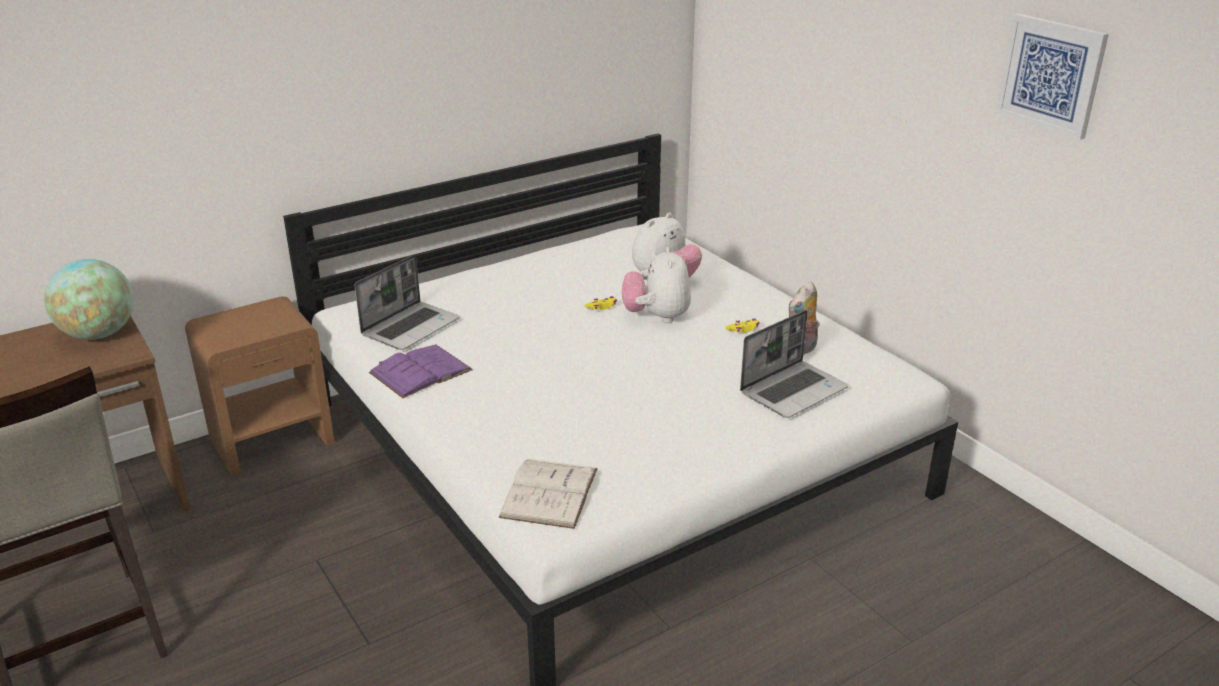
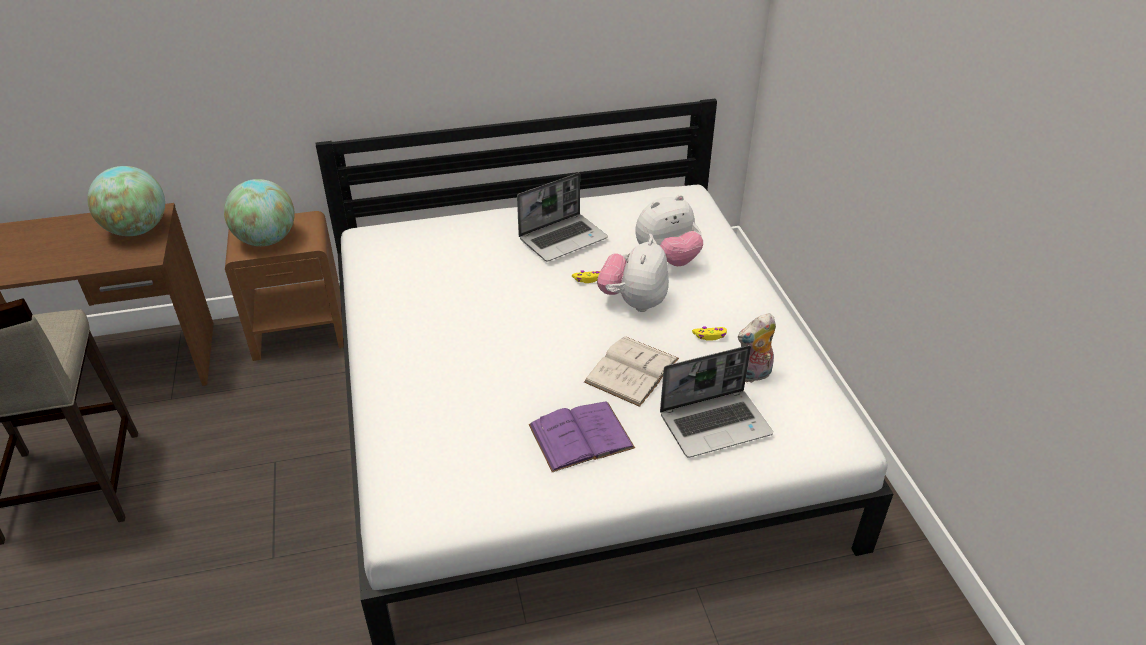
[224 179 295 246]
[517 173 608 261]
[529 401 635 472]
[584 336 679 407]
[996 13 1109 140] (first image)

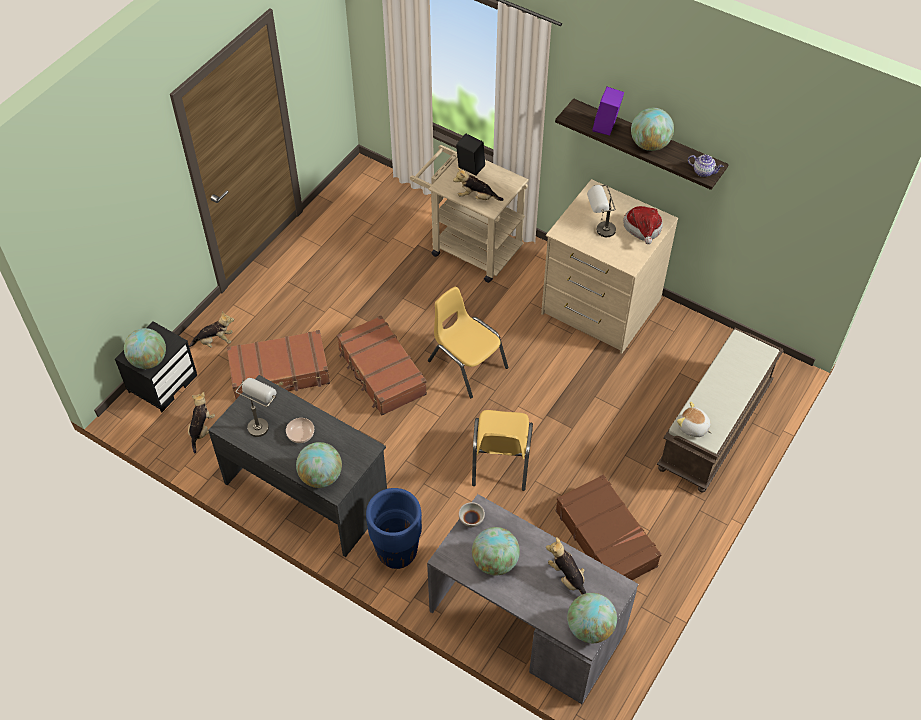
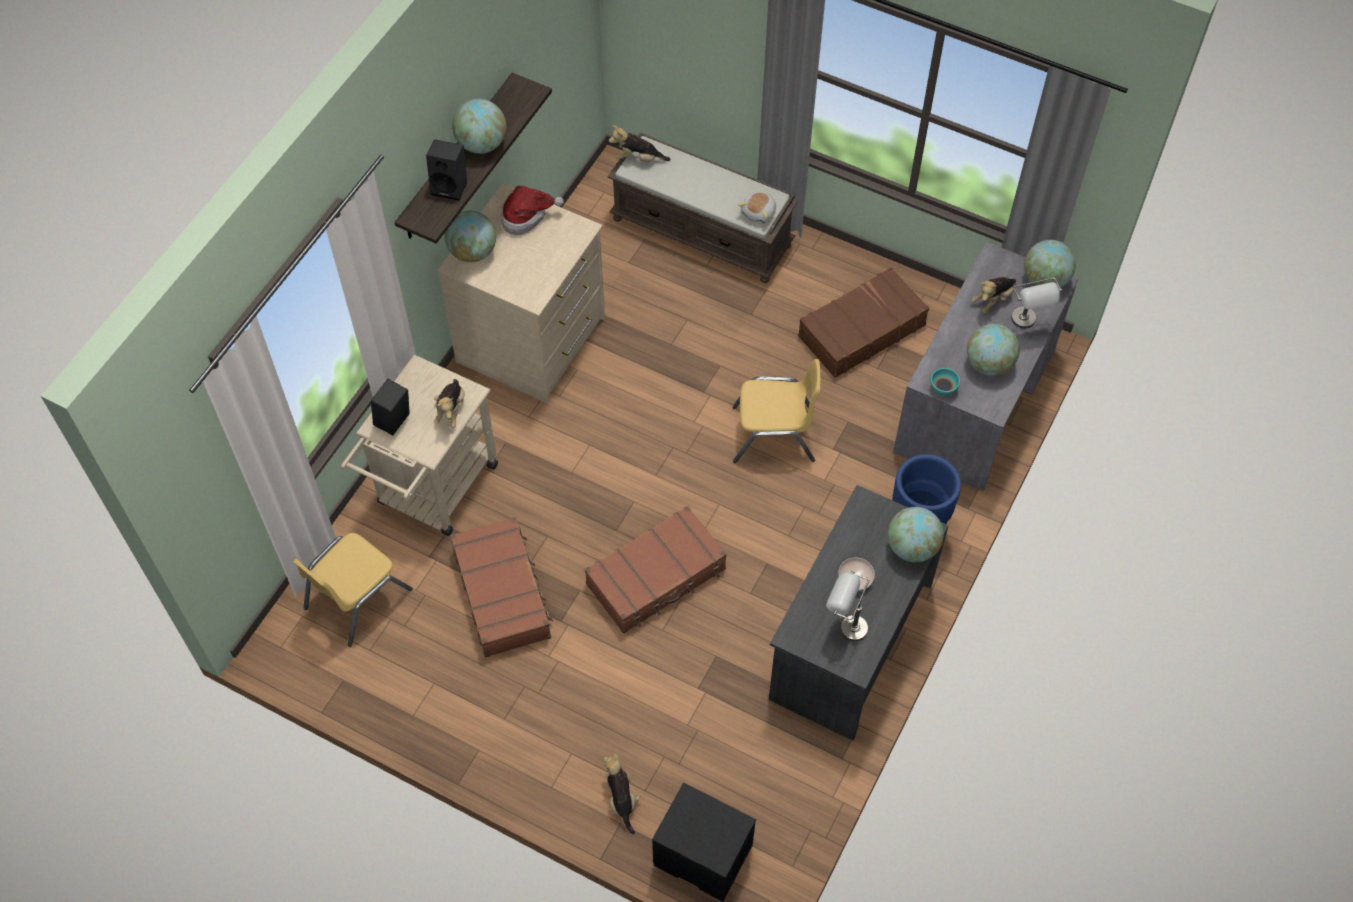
[293 533 413 647]
[426 139 467 201]
[445 211 496 262]
[450 517 553 657]
[609 125 671 162]
[930 368 960 396]
[1011 278 1062 328]
[688 155 723 177] (first image)

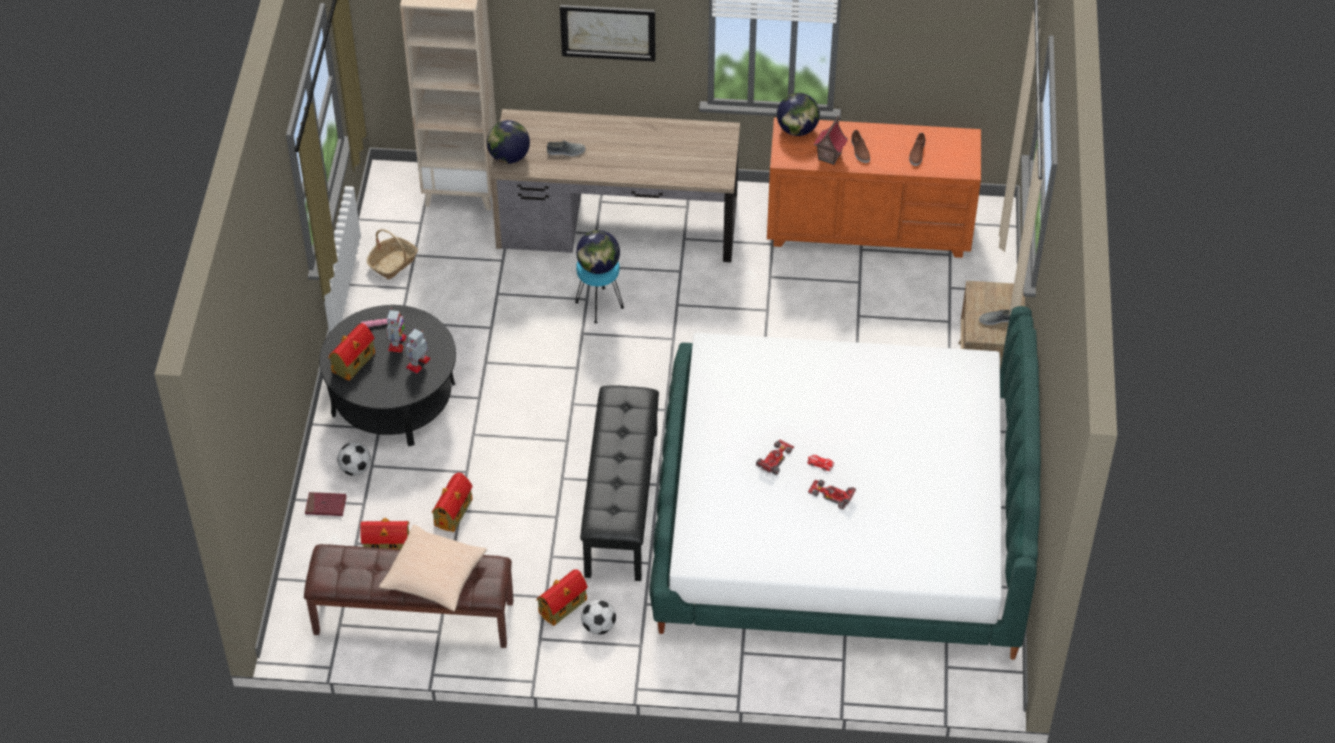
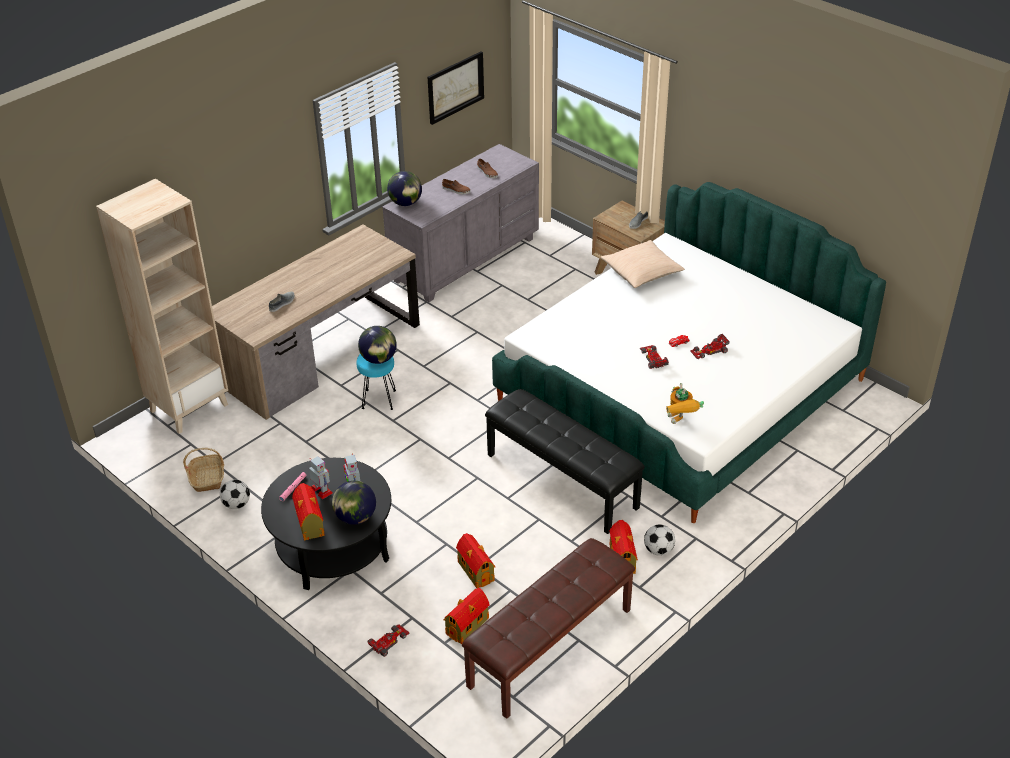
[220 480 250 509]
[332 481 376 525]
[367 624 410 657]
[382 144 539 302]
[428 51 484 125]
[601 240 685 288]
[666 383 704 424]
[814 115 848 165] (first image)

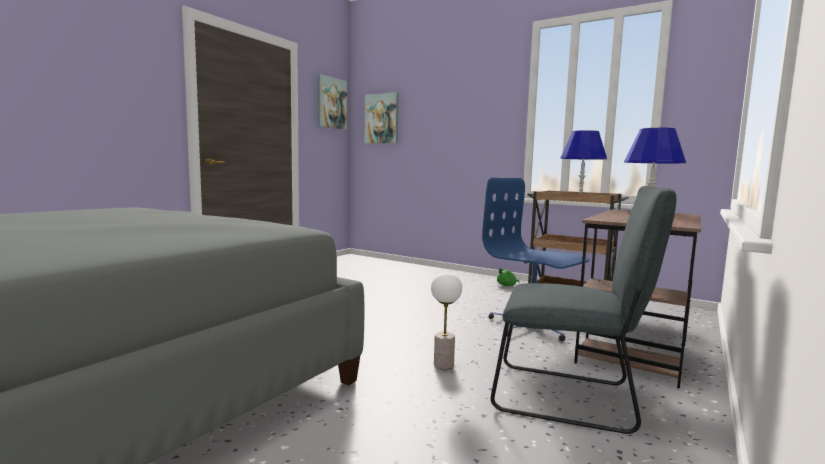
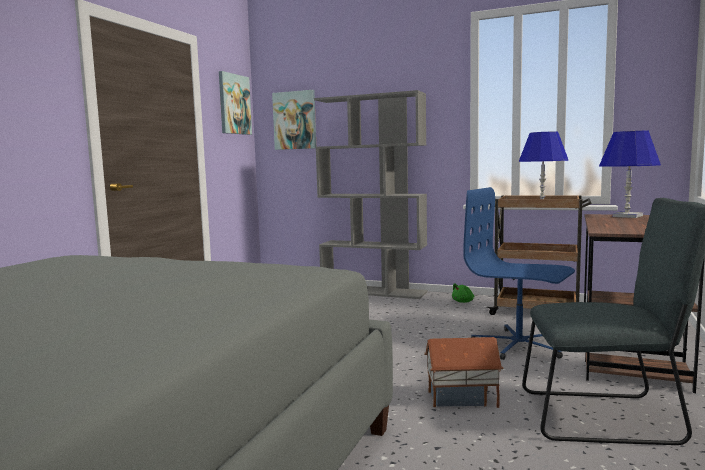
[314 90 428 299]
[424 337 503 408]

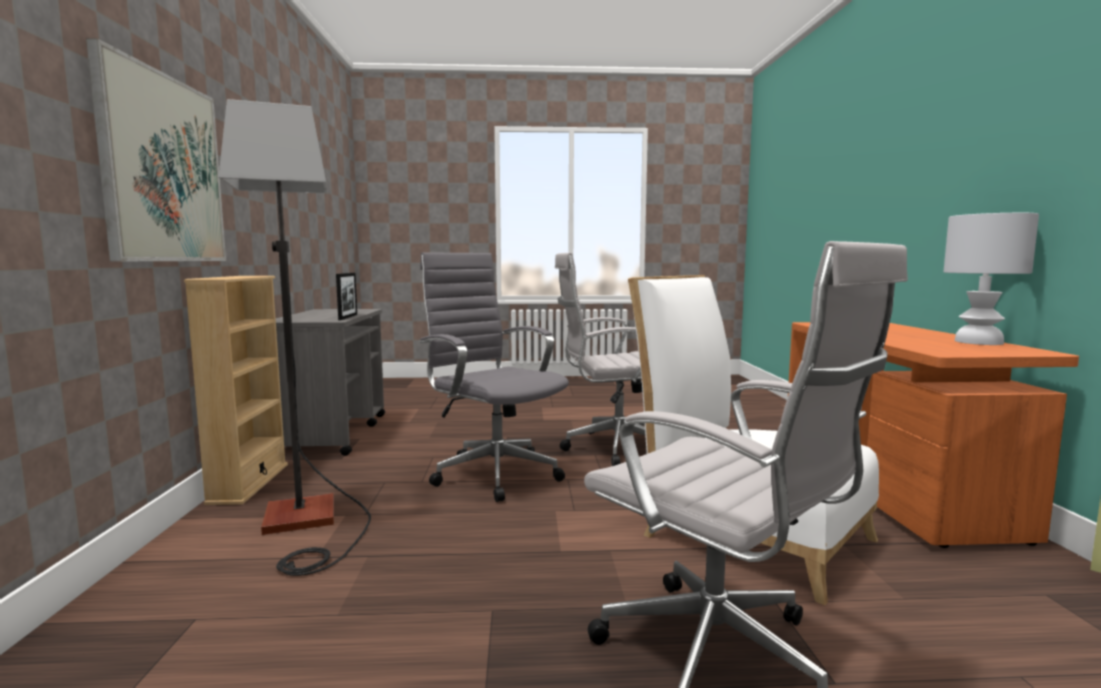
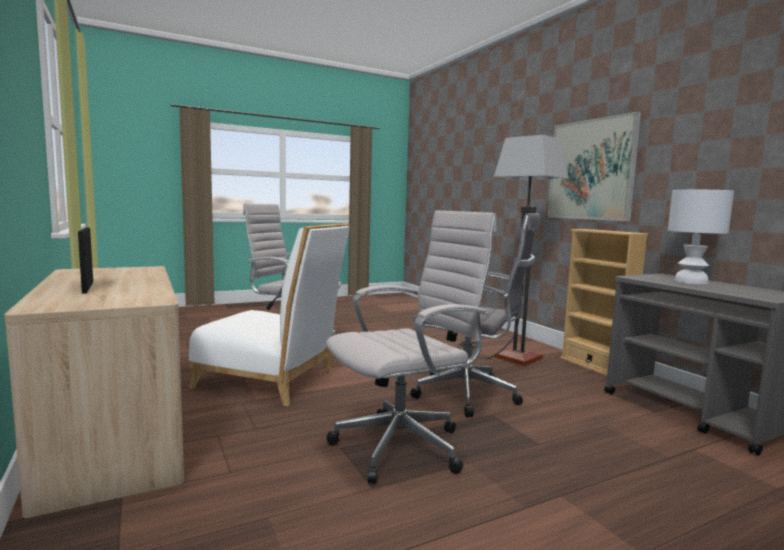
[5 266 184 518]
[78 228 93 294]
[668 190 734 284]

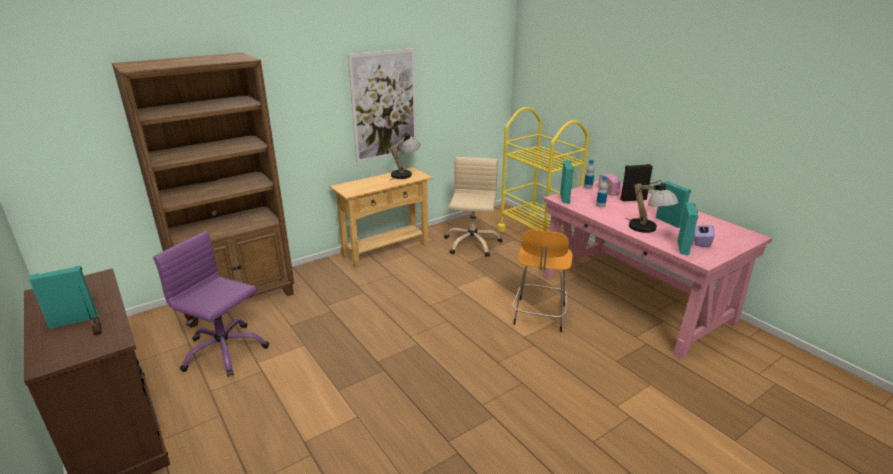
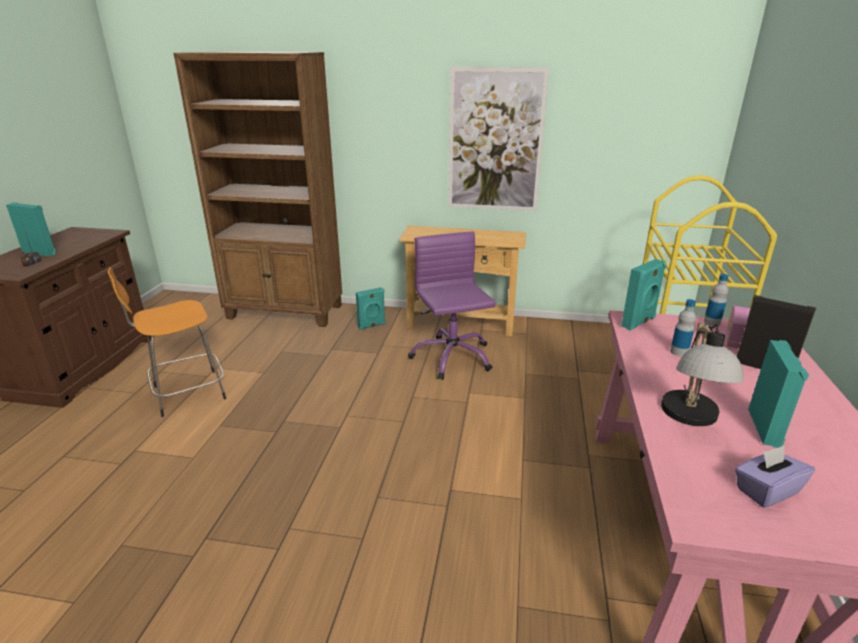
[108 267 226 417]
[356 287 385 330]
[408 232 496 380]
[389 133 420 181] (first image)
[444 157 503 257] (first image)

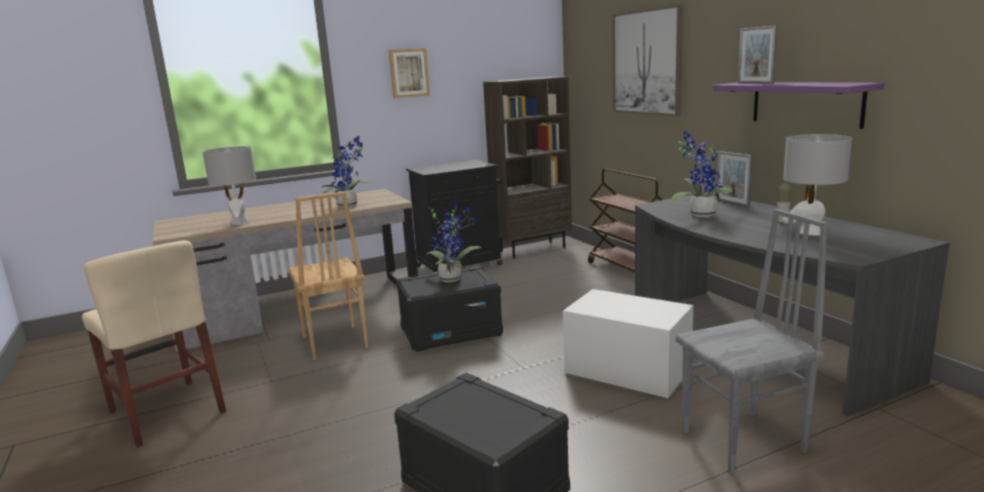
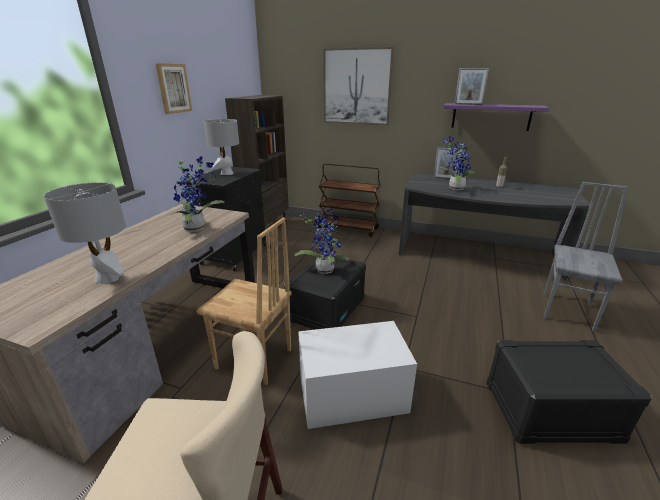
[204 119 239 175]
[298 321 417 429]

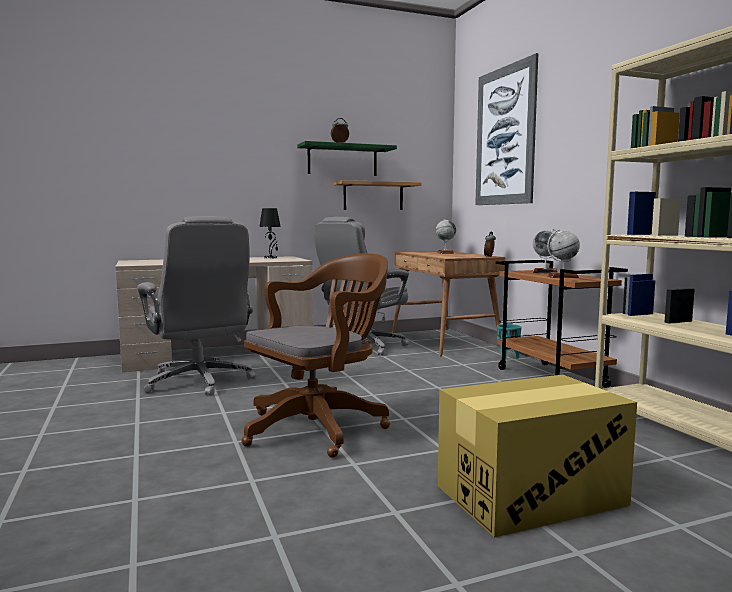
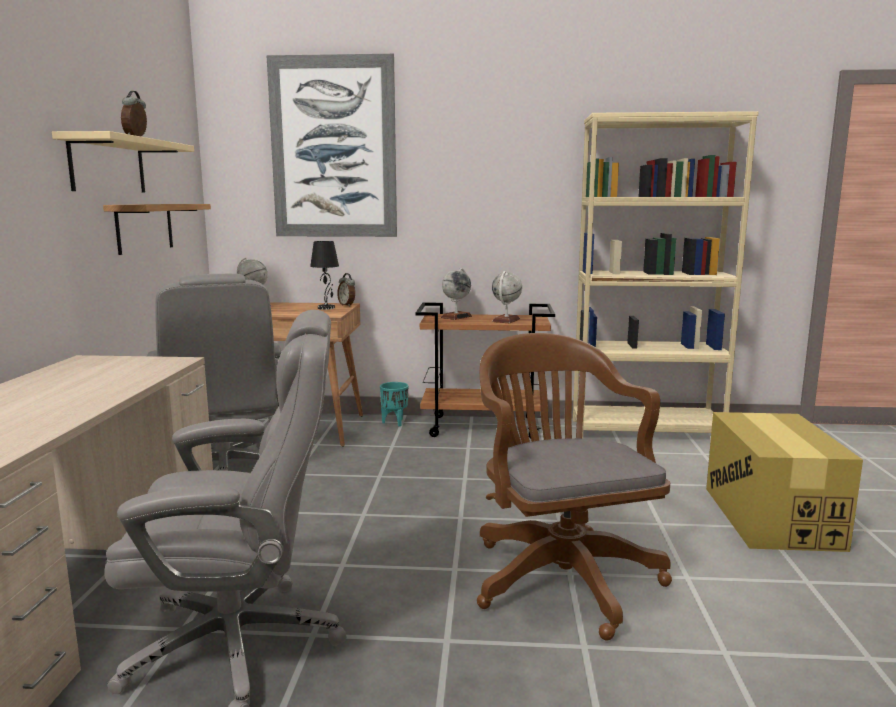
[52 131 194 193]
[310 241 339 310]

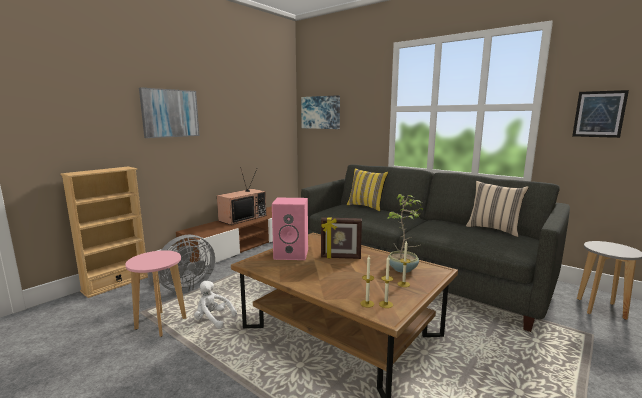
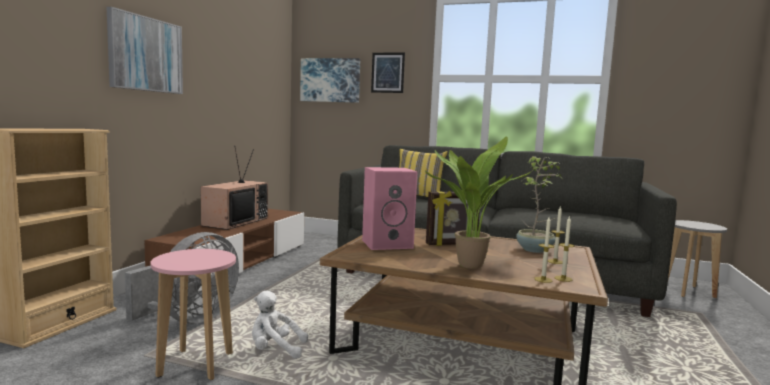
[371 52 405 93]
[425 136 534 269]
[466 181 529 237] (first image)

